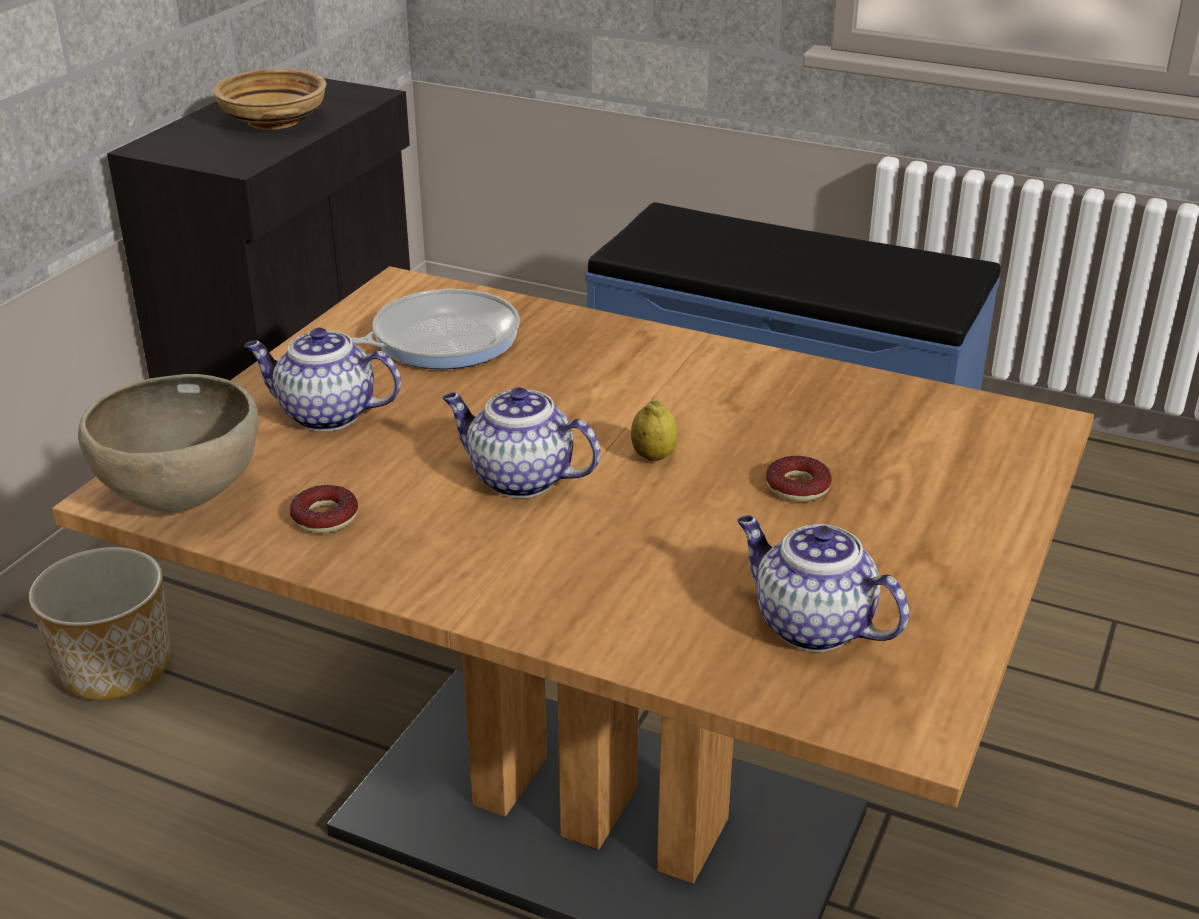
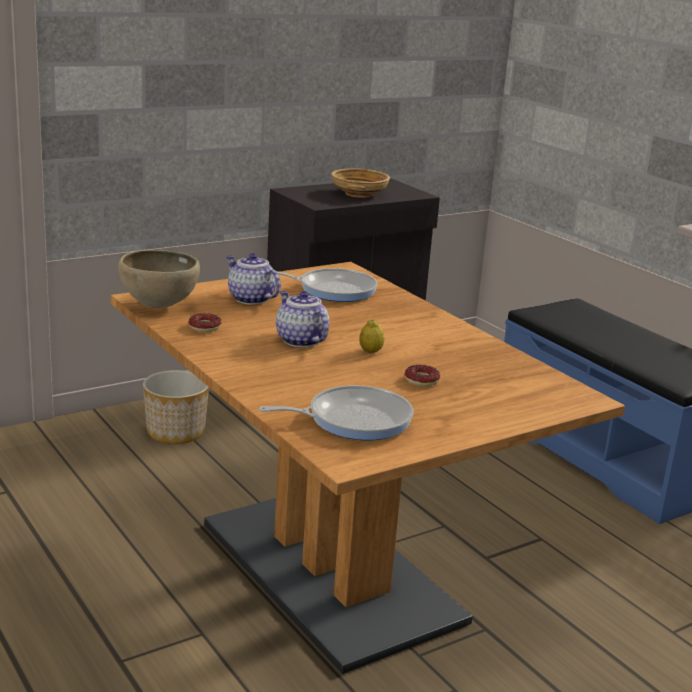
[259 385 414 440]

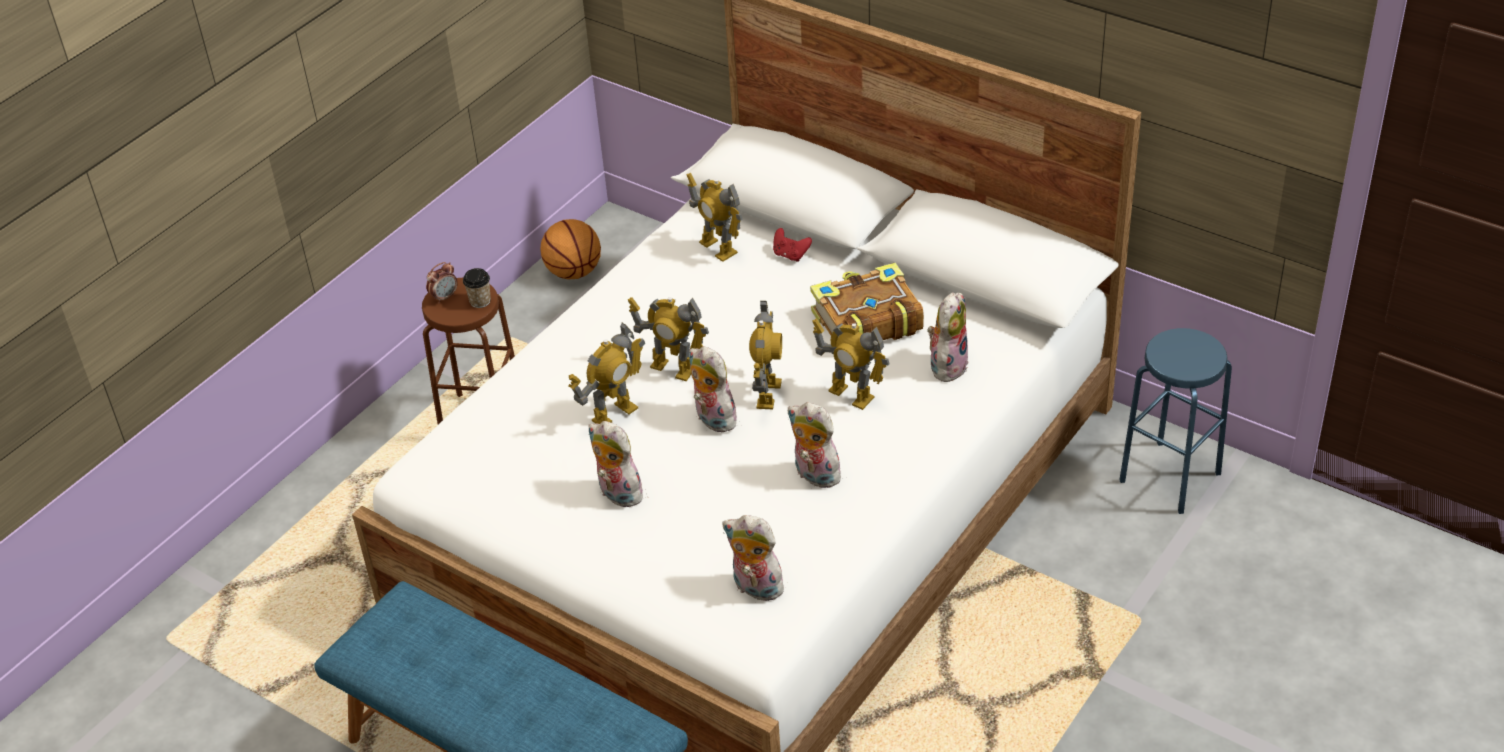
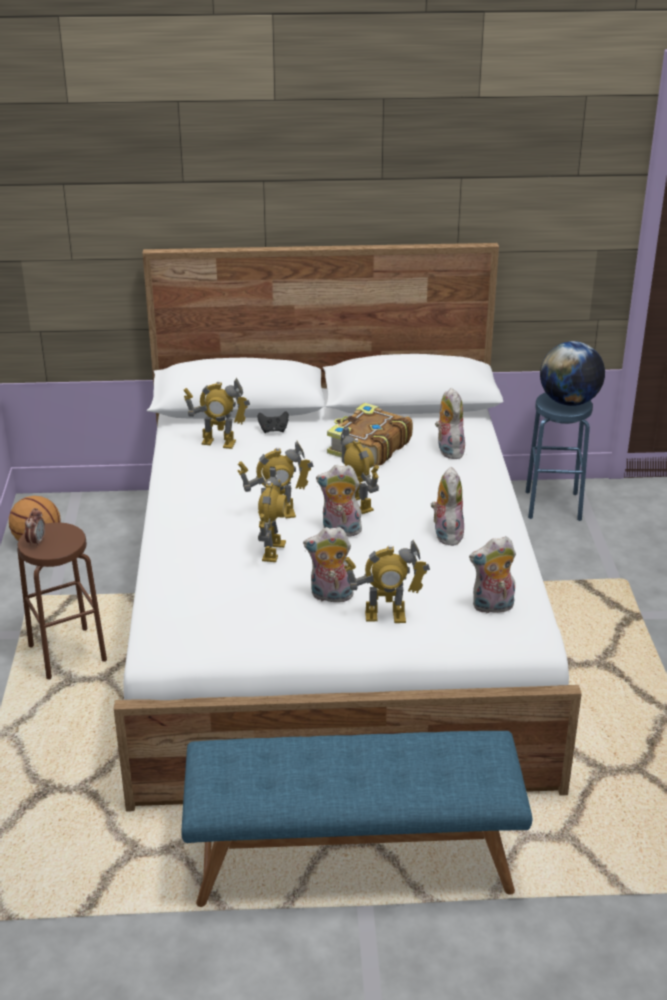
[257 411 289 433]
[344 540 430 623]
[431 467 464 546]
[540 341 605 406]
[463 268 491 308] (first image)

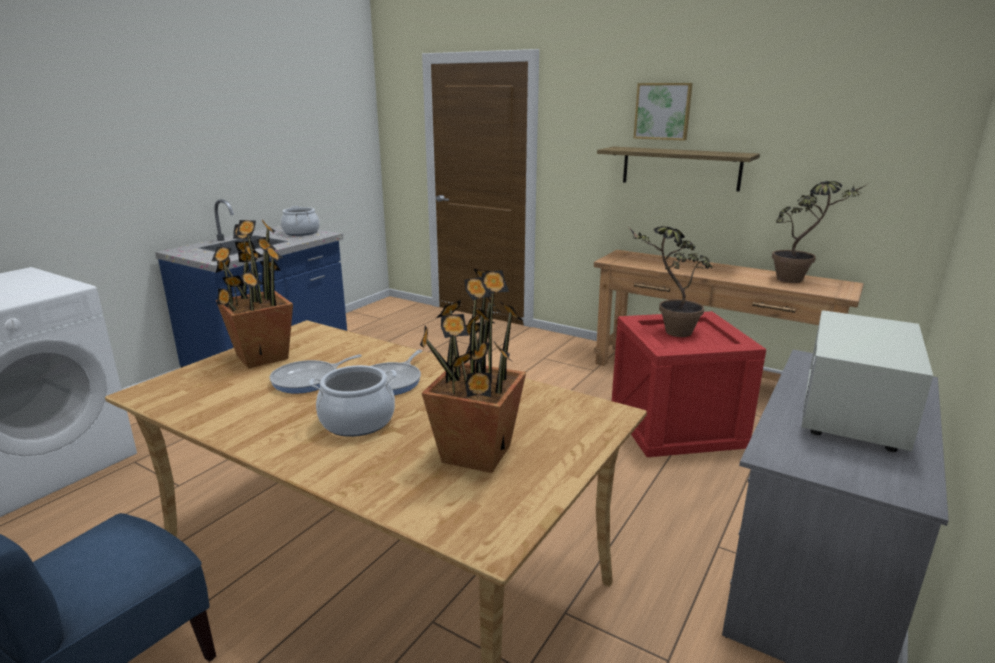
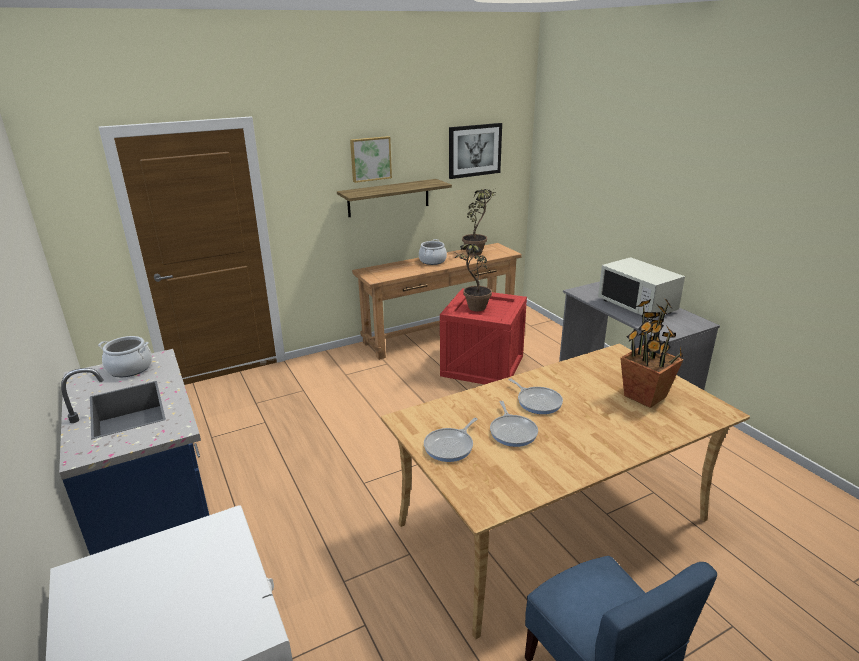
[419 239 447 265]
[424 418 477 462]
[449 123 502 179]

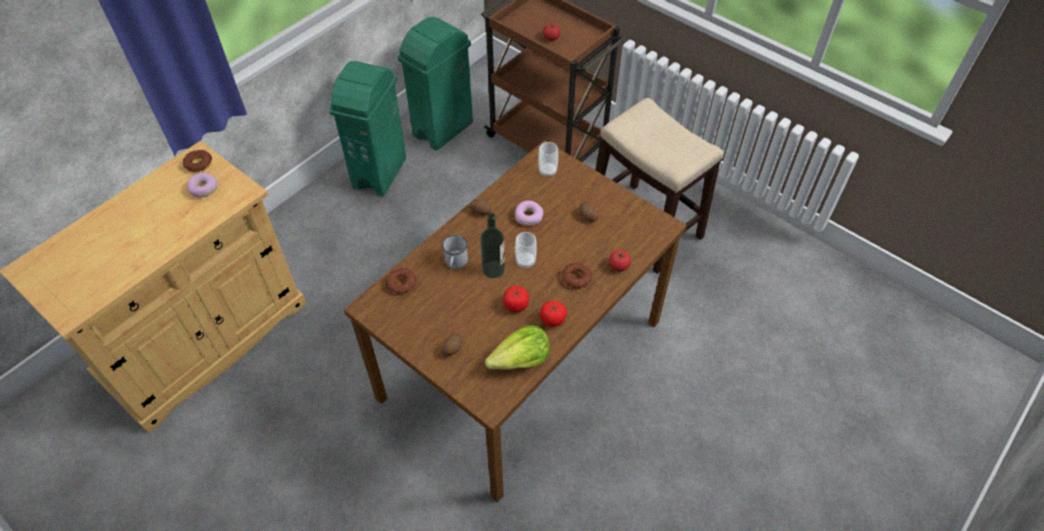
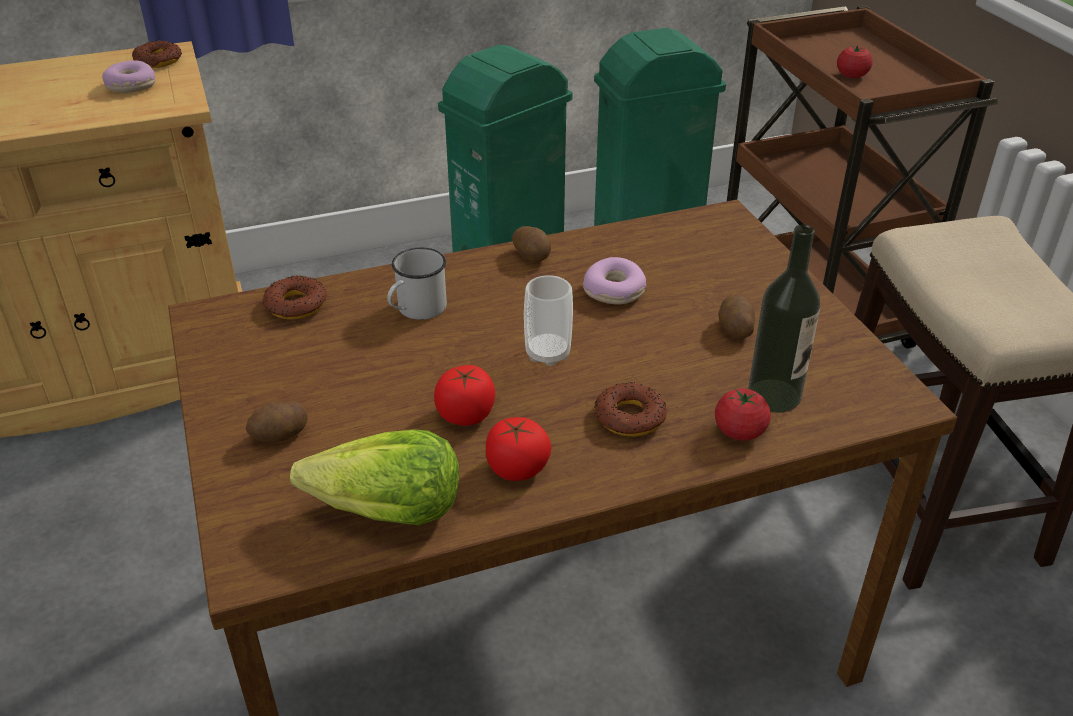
[748 225 820 413]
[538 142 558 177] (first image)

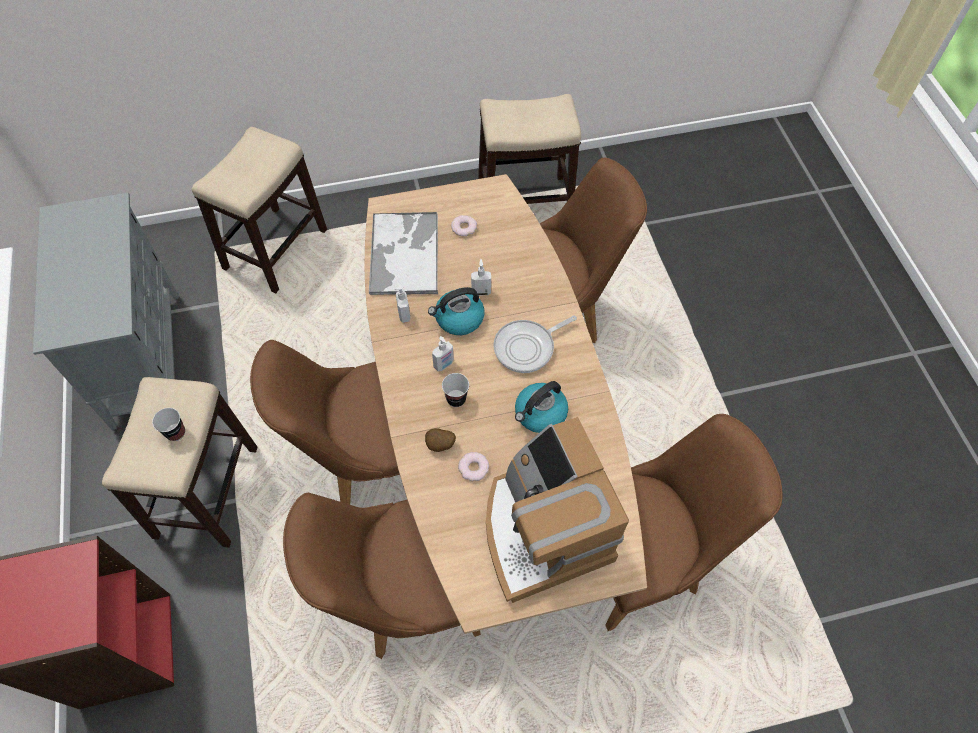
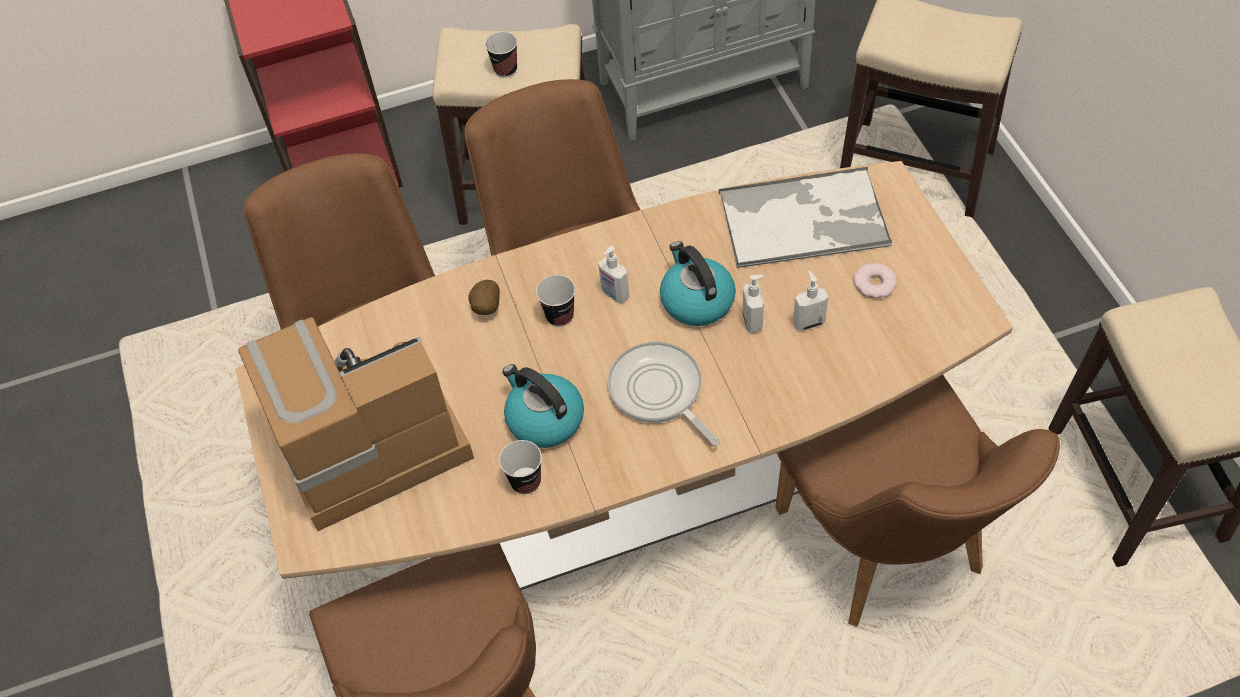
[499 440 542 494]
[793 271 828 331]
[458 452 489 481] (first image)

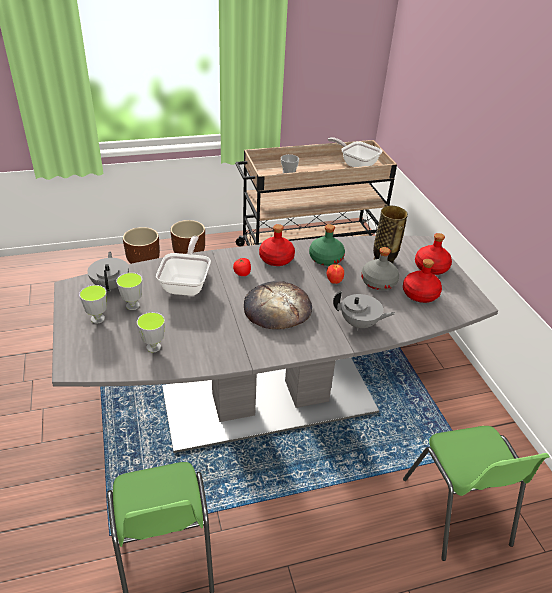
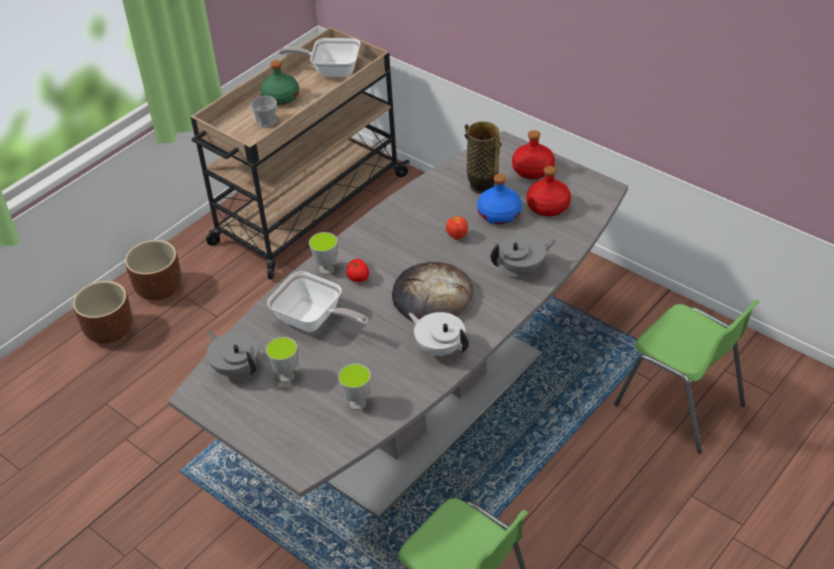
[260 60 299 105]
[267 271 369 332]
[309 232 337 275]
[408 312 469 356]
[477 174 522 224]
[259 224 295 266] (first image)

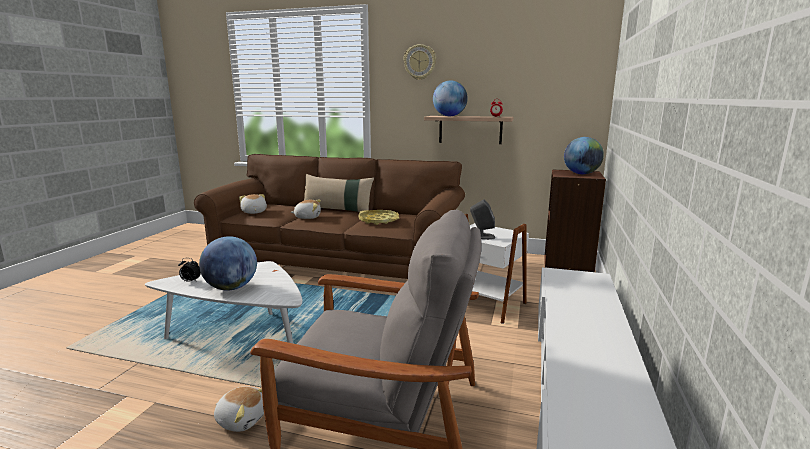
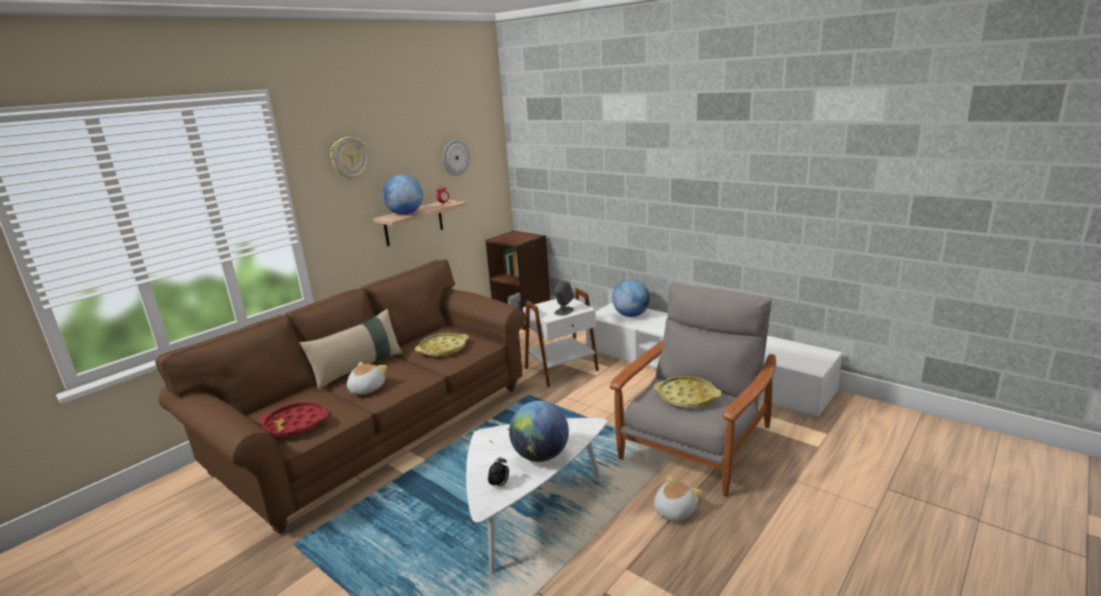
[258 402 329 437]
[443 139 470 176]
[612 279 650 317]
[654 376 722 408]

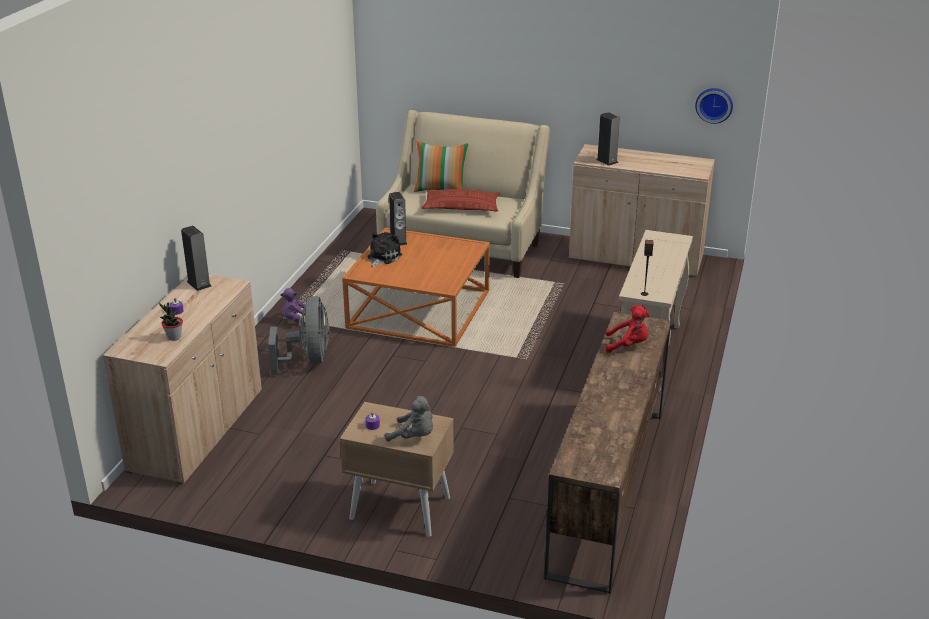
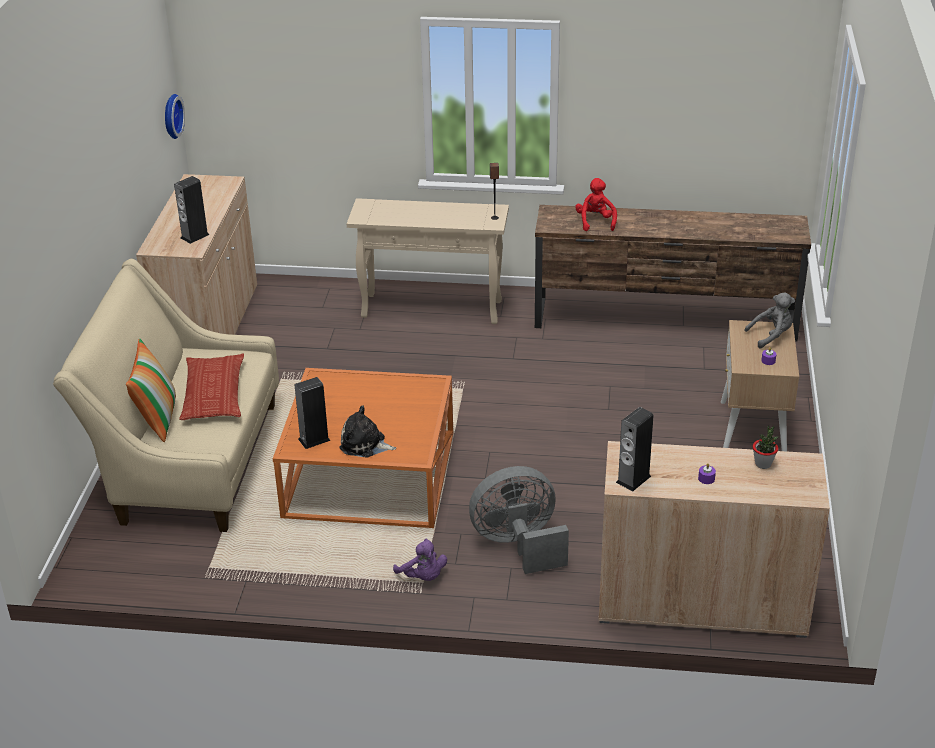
[744 293 795 348]

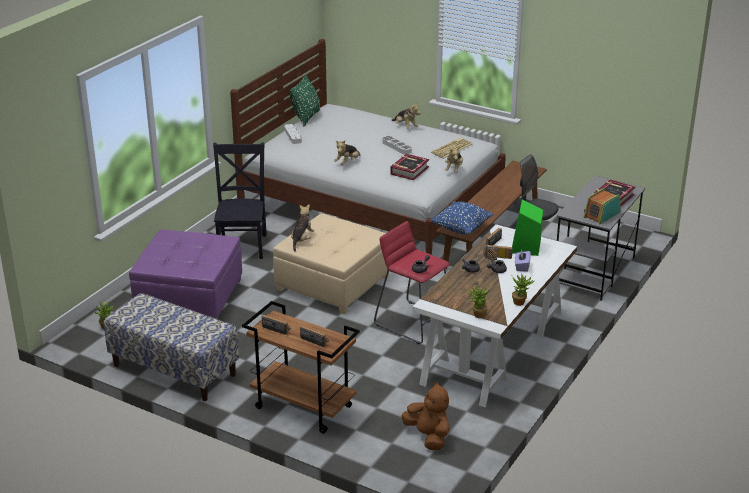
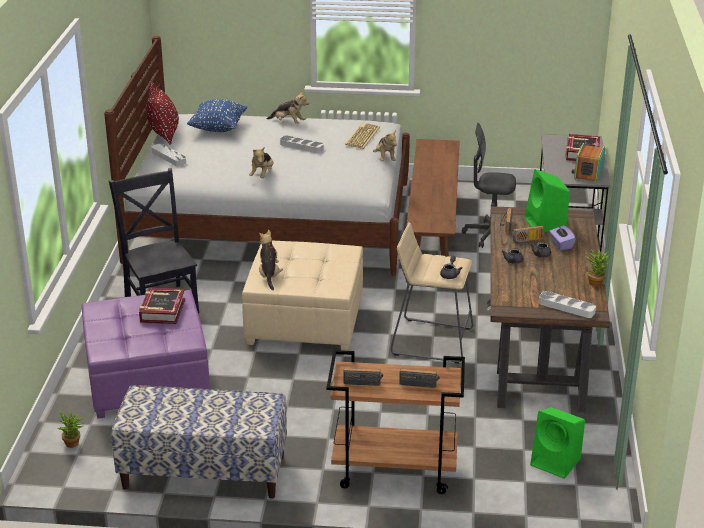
[139 287 185 324]
[146 81 179 145]
[187 99 247 132]
[390 222 473 364]
[487 206 610 413]
[530 407 585 479]
[539 291 596 318]

